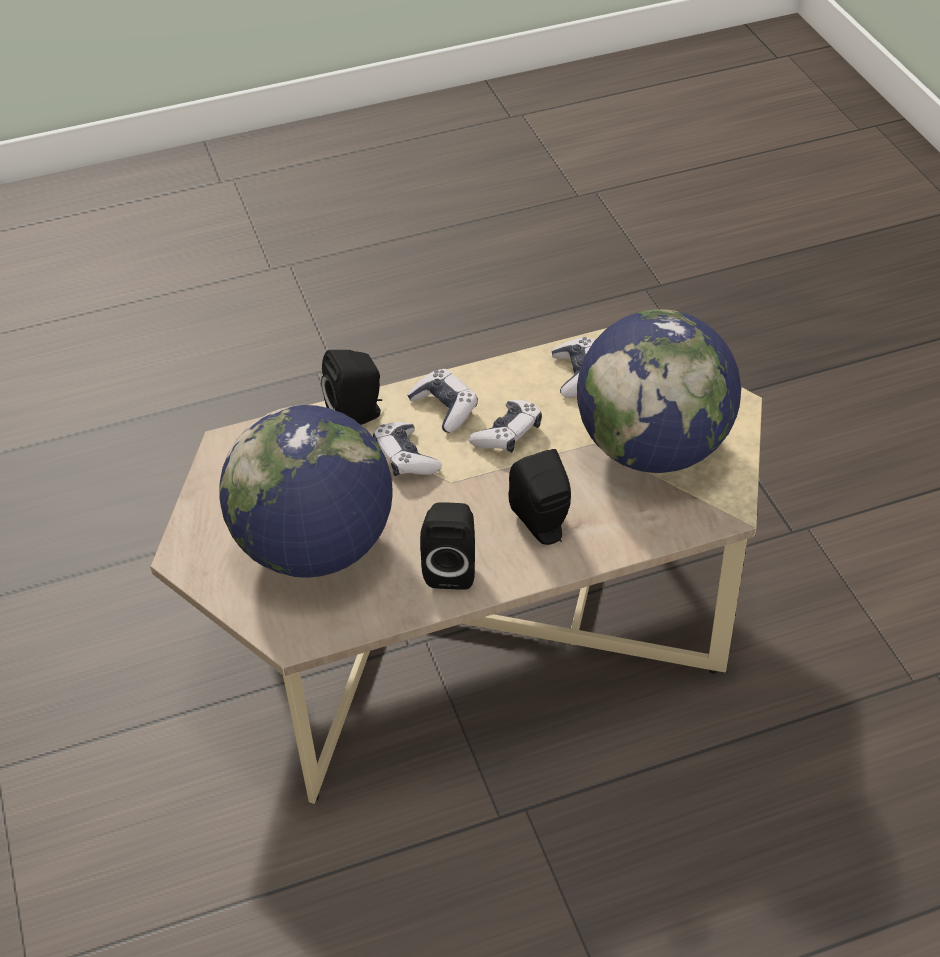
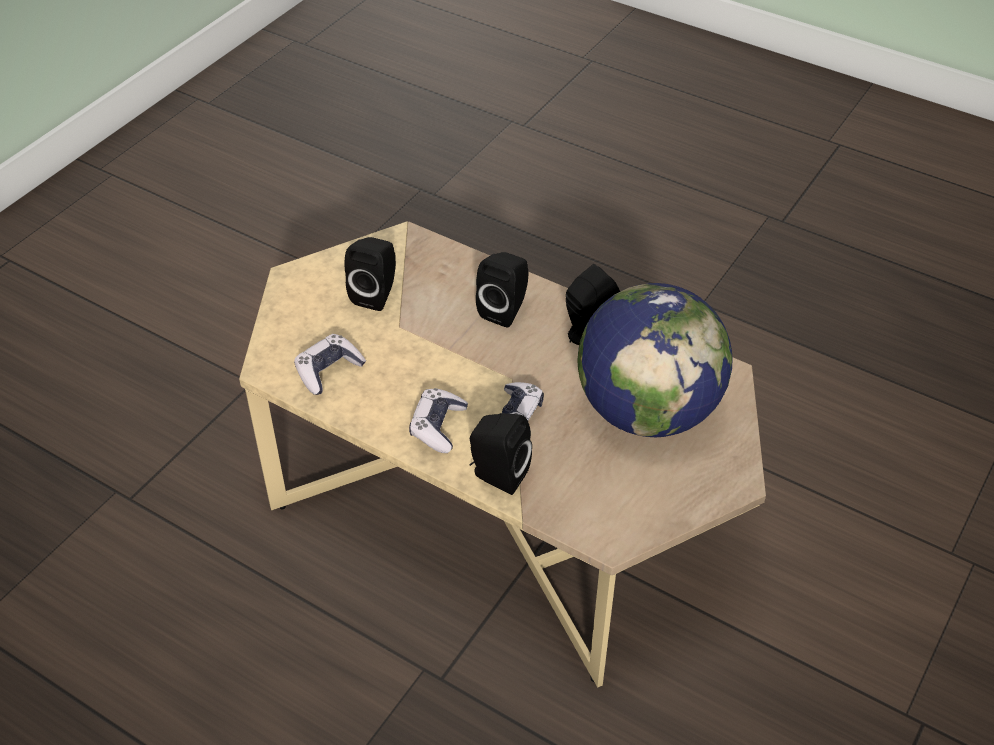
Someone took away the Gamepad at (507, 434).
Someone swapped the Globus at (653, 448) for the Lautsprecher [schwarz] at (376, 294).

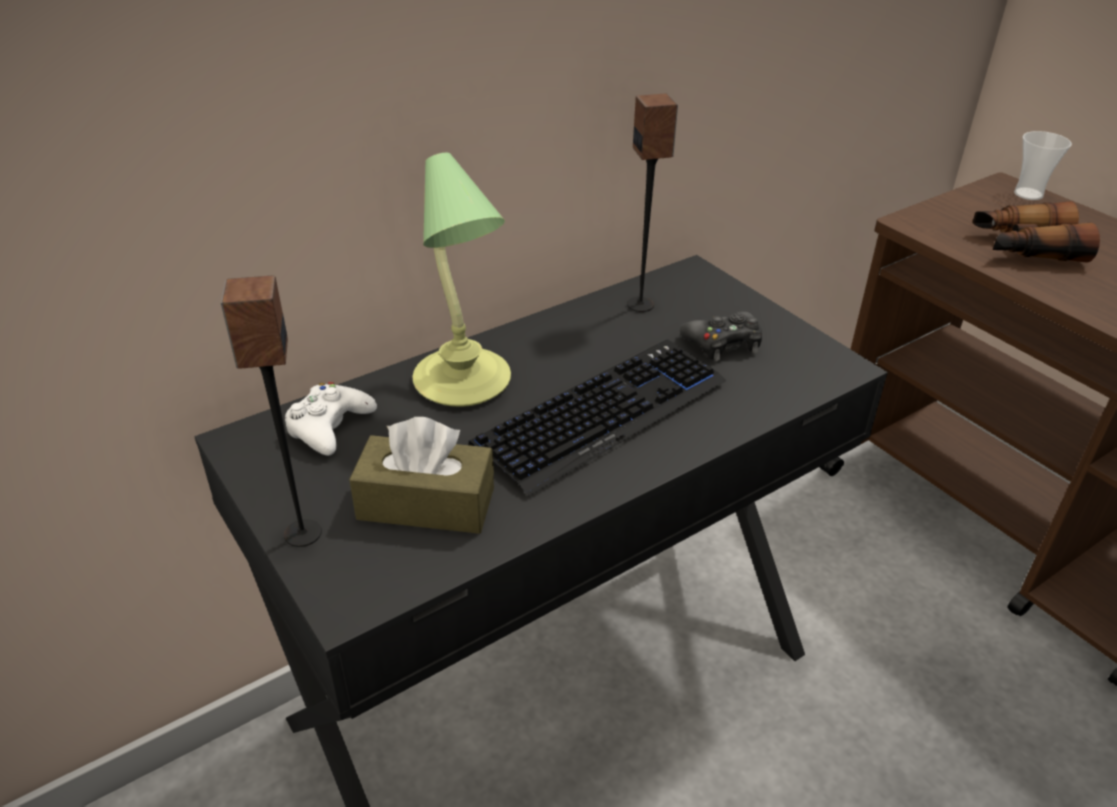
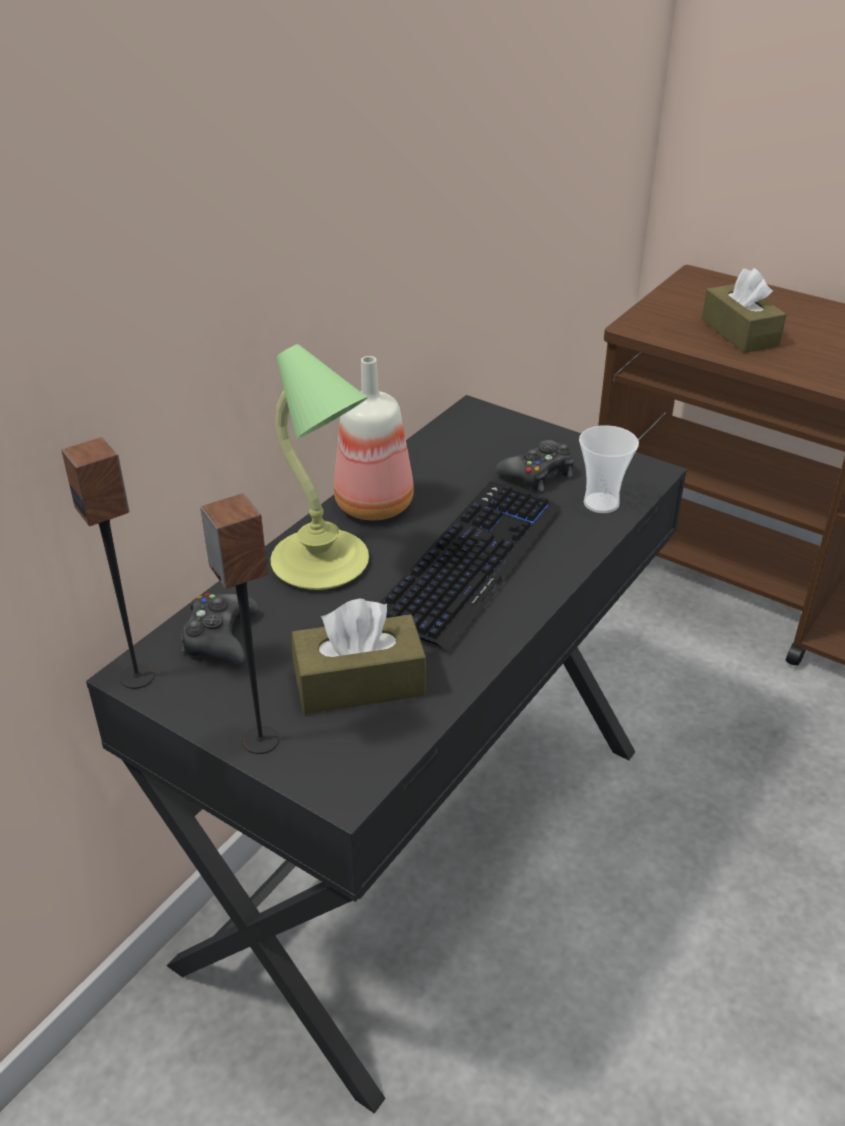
Someone put down the Flasche at (376, 504).
Someone carried the Lautsprecher from (641, 304) to (138, 676).
Someone carried the Tasse from (1028, 194) to (601, 503).
Someone swapped the Fernglas at (1025, 248) for the Taschentuchbox [braun] at (739, 333).
Someone repainted the Gamepad [weiß] at (329, 427), which became the Gamepad [schwarz] at (220, 637).

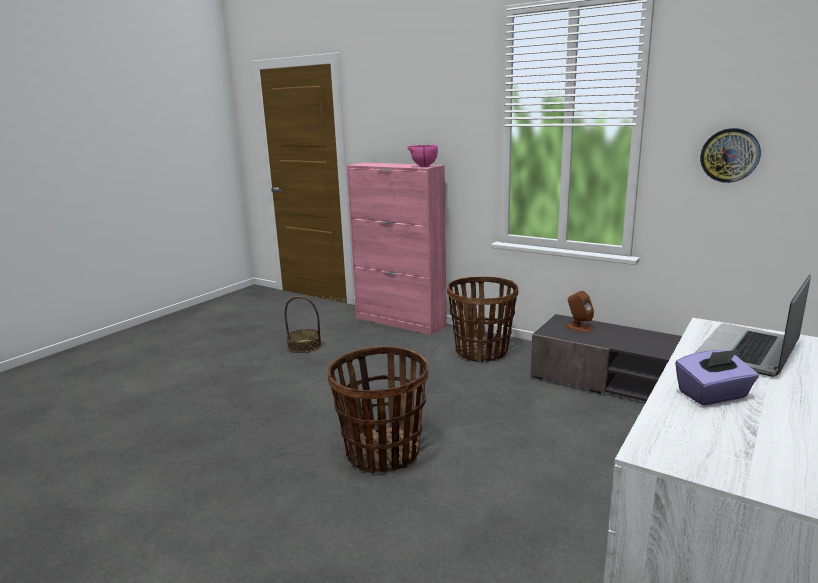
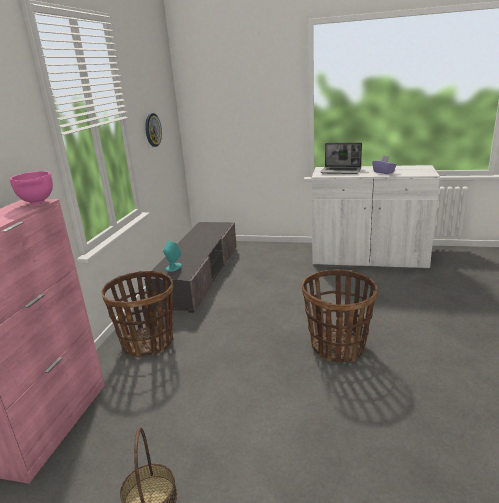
Someone repainted the Lautsprecher [braun] at (578, 327), which became the Lautsprecher [türkis] at (173, 267).

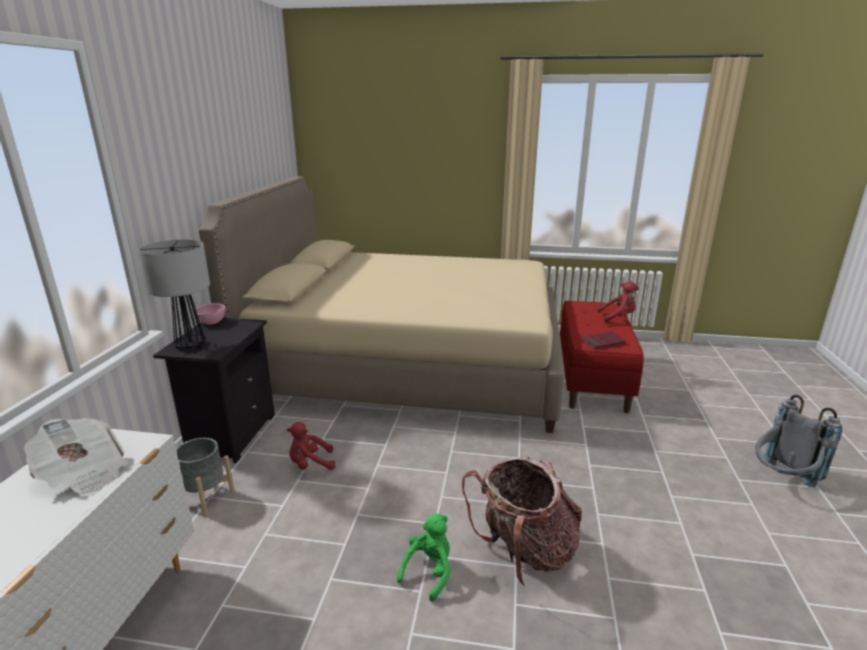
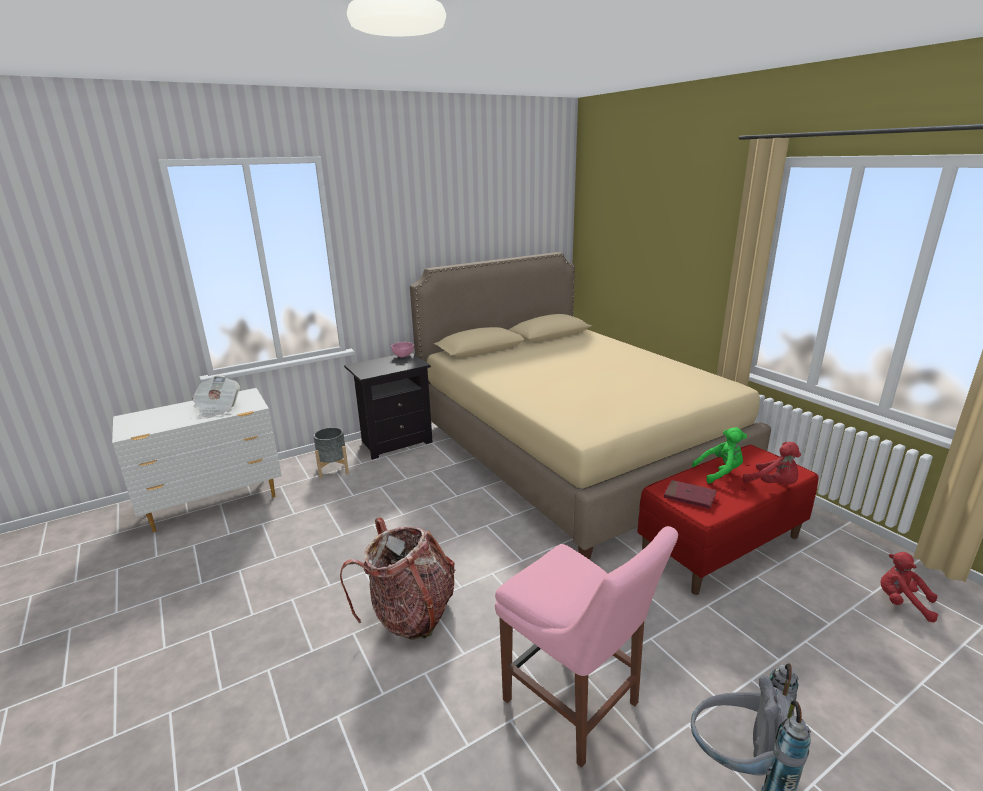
Someone took away the Tischlampe at (190, 345).
Someone put down the Stuhl [rosa] at (575, 706).
Someone carried the Plüschtier [rot] from (310, 464) to (902, 602).
Someone carried the Plüschtier [grün] from (429, 572) to (720, 472).

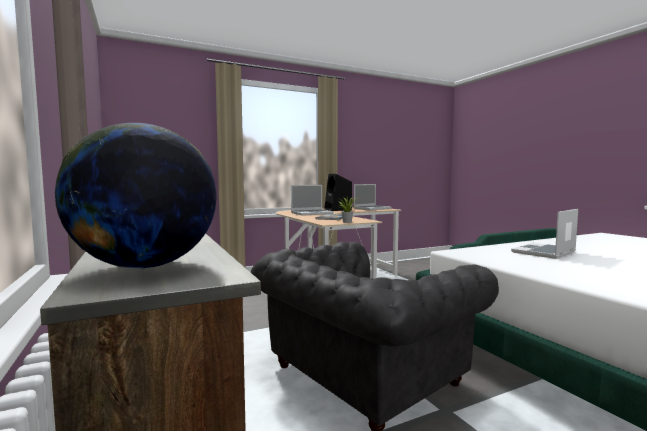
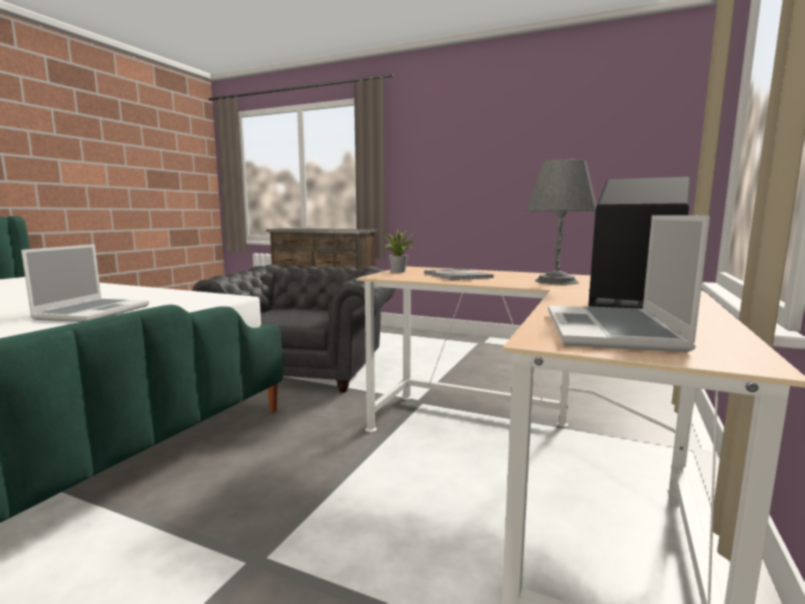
Someone took away the Globus at (145, 267).
Someone swapped the Laptop at (312, 213) for the Tischlampe [grau] at (557, 281).

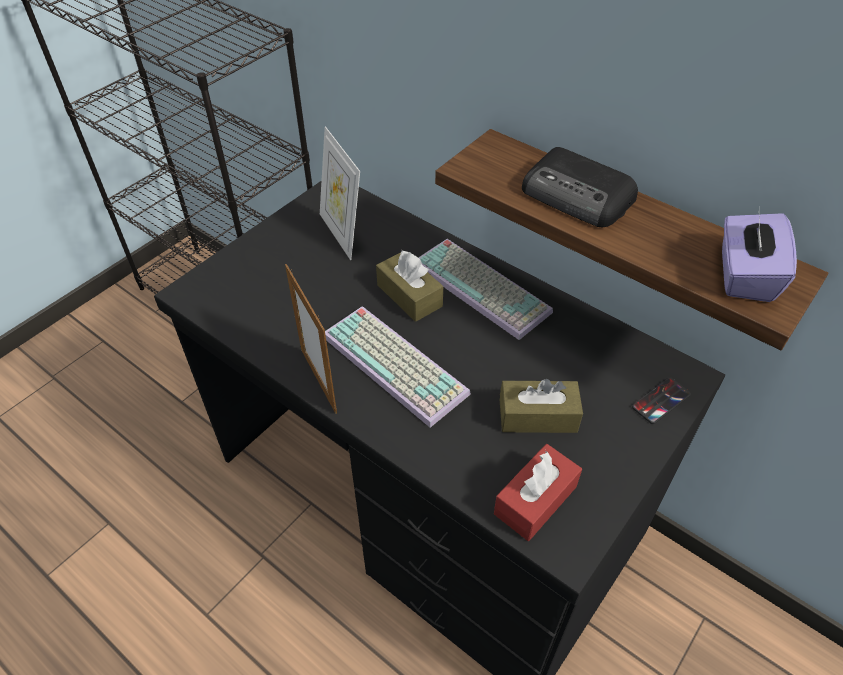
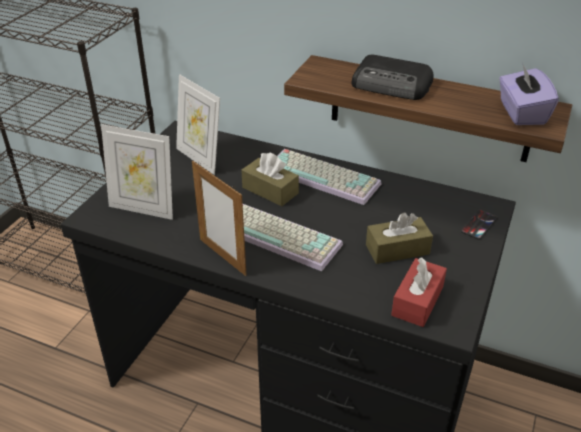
Someone put down the Bilderrahmen at (143, 208).

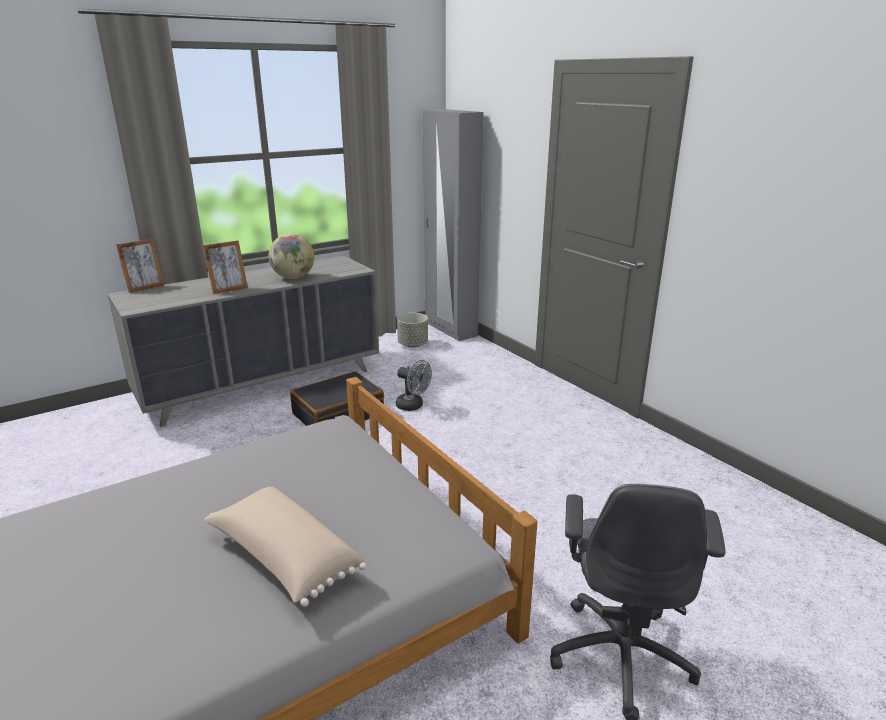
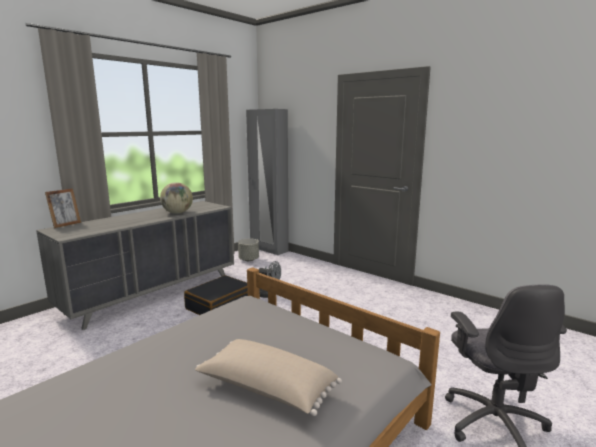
Someone took away the Bilderrahmen at (229, 289).

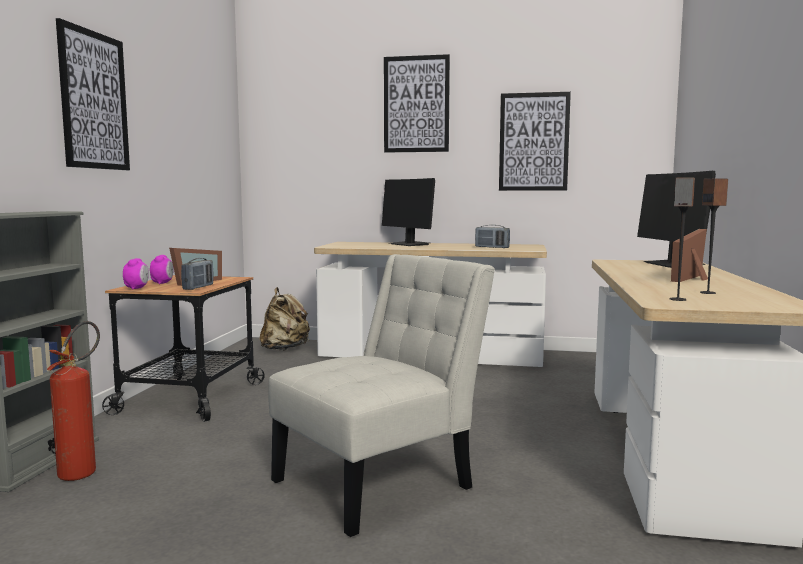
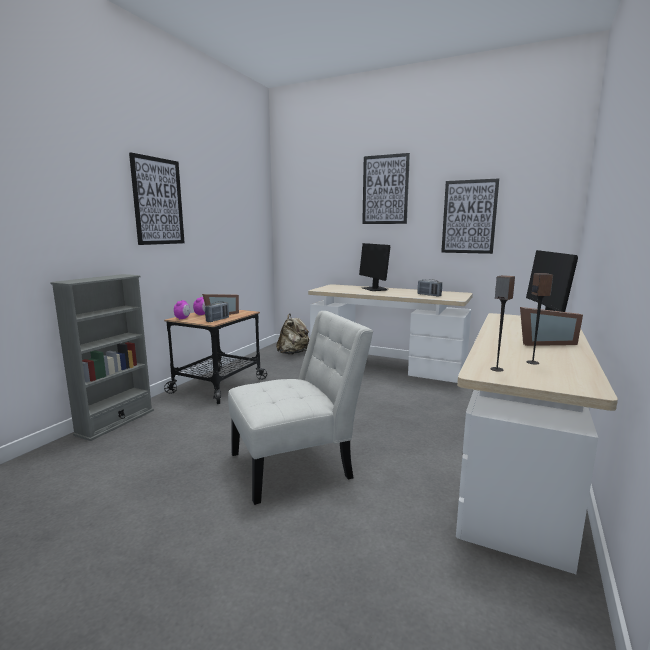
Someone took away the Feuerlöscher at (83, 470).
Someone rotated the Bilderrahmen at (695, 278) by 150 degrees counterclockwise.

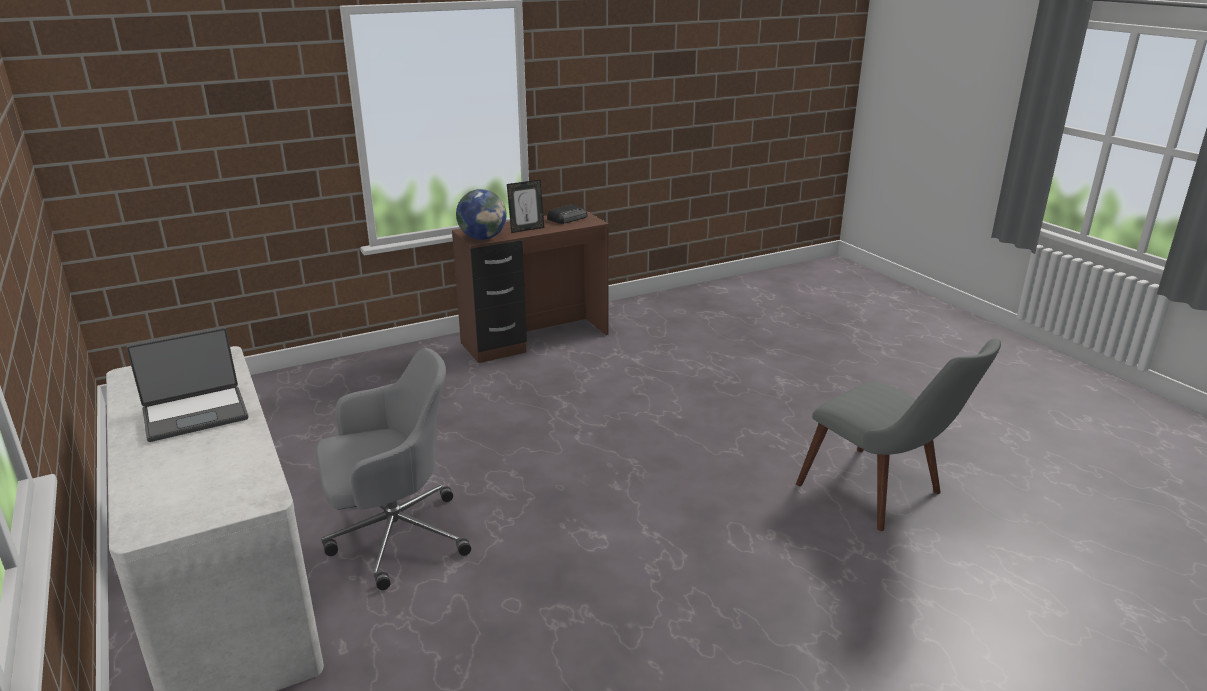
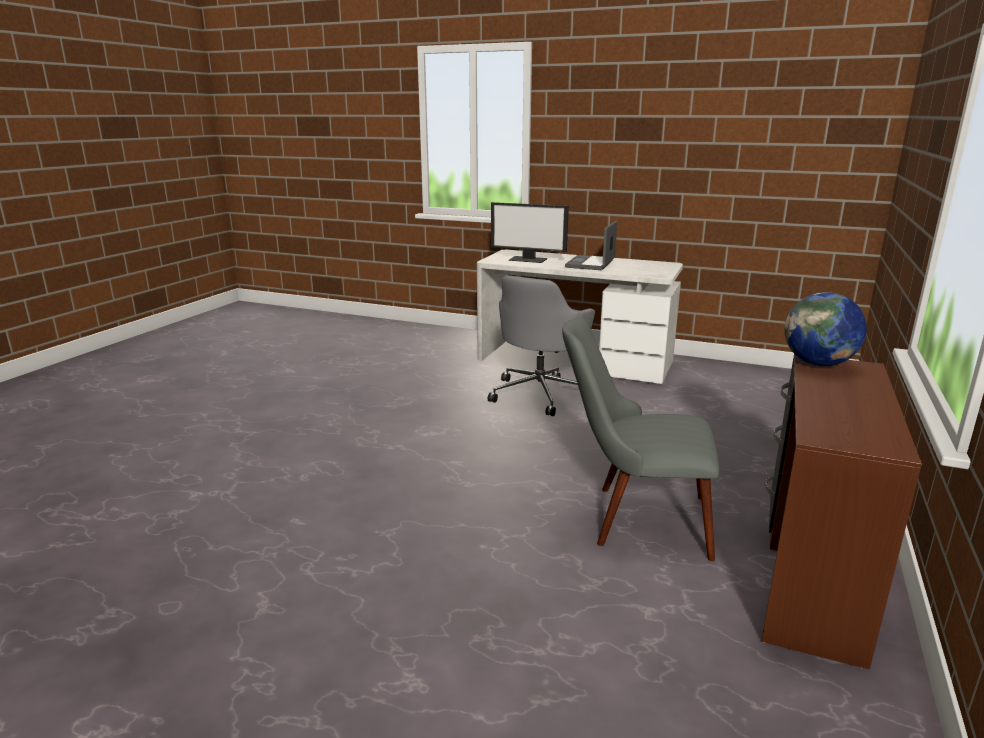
Someone took away the Bilderrahmen at (526, 229).
Someone took away the Radio at (568, 218).
Someone put down the Monitor at (528, 259).
Someone carried the Stuhl [grau] from (884, 495) to (634, 519).

